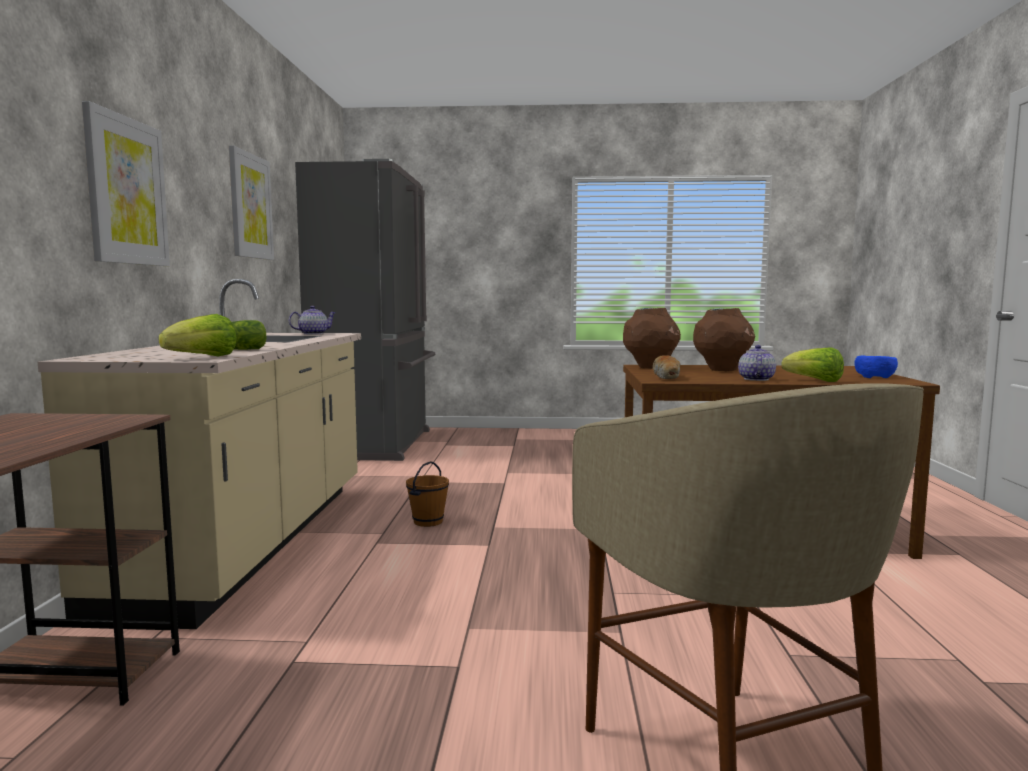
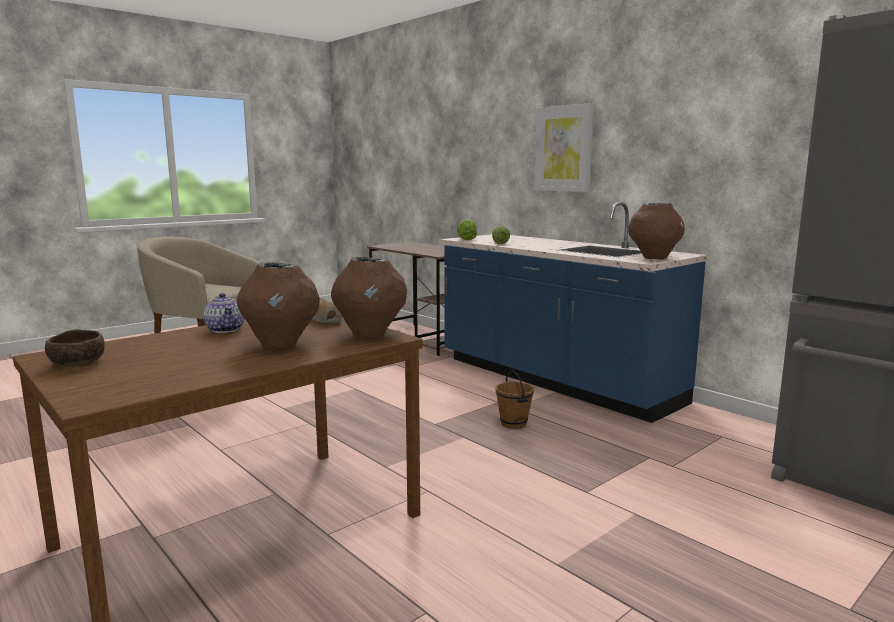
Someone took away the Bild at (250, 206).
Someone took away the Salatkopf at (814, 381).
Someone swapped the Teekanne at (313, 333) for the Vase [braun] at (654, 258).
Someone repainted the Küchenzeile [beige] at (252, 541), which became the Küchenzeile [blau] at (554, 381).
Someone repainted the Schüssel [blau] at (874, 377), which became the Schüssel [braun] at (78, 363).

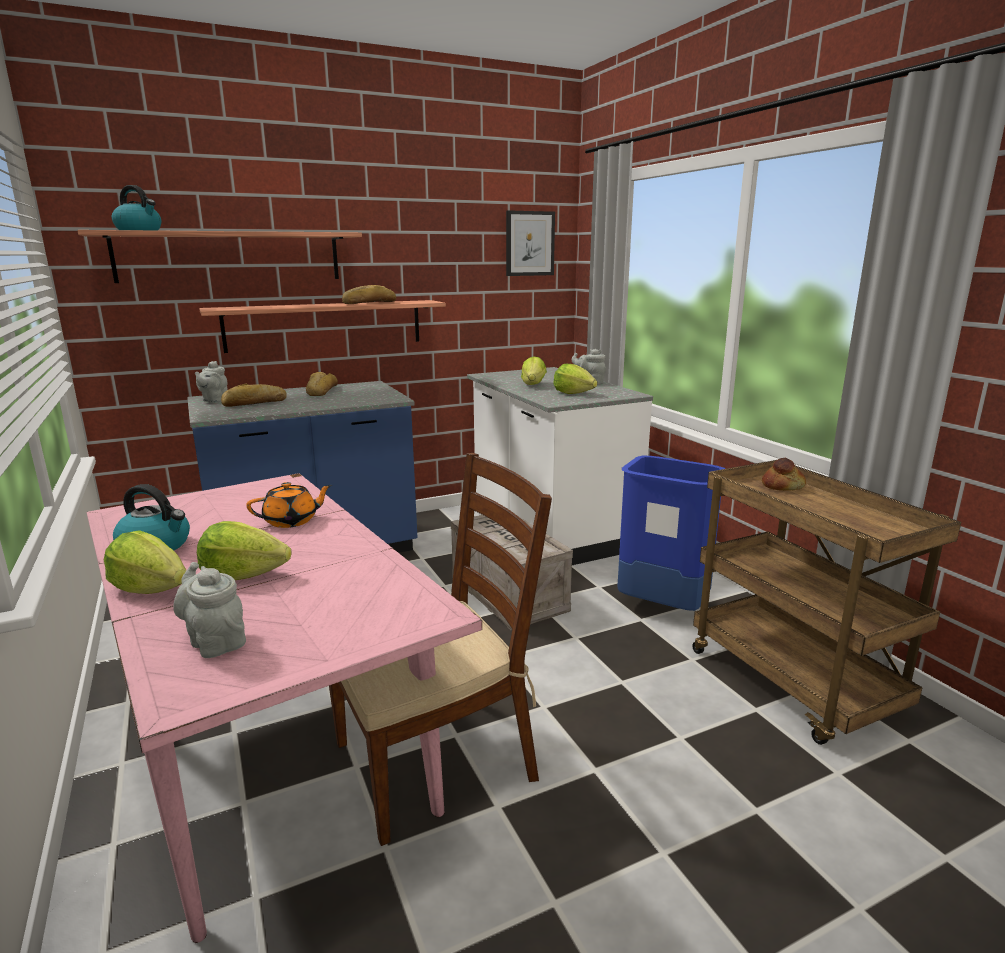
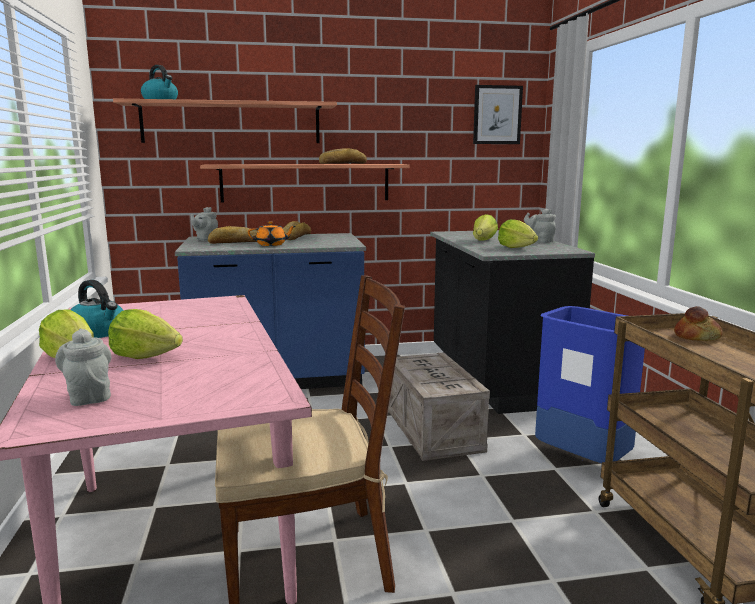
Someone carried the Teekanne [orange] from (292, 521) to (272, 244).
Someone repainted the Küchenzeile [weiß] at (549, 527), which became the Küchenzeile [schwarz] at (496, 379).

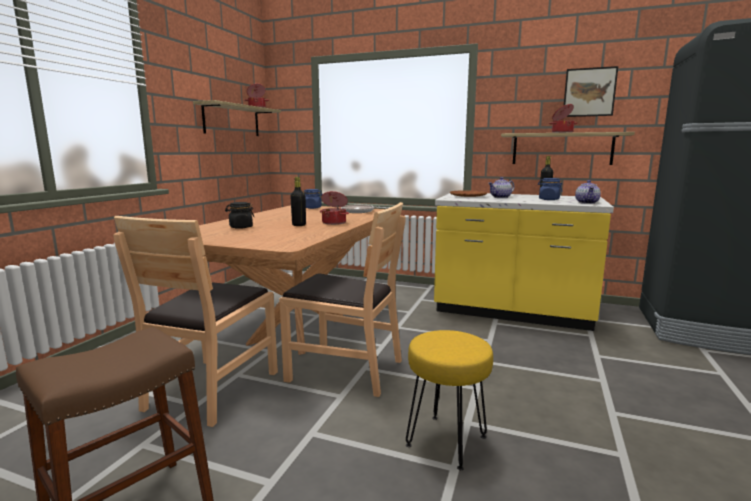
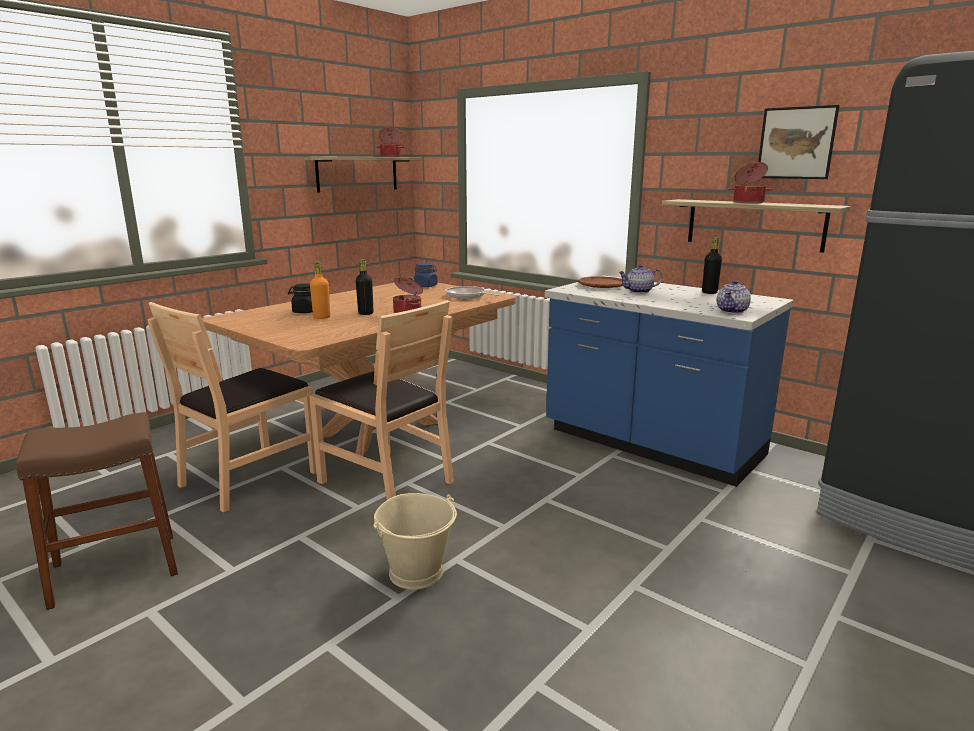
Someone took away the Vorratsglas [blau] at (548, 199).
Someone put down the Flasche [orange] at (322, 317).
Someone swapped the Hocker [gelb] at (447, 441) for the Eimer [beige] at (417, 572).
Someone repainted the Küchenzeile [gelb] at (512, 312), which became the Küchenzeile [blau] at (651, 444).

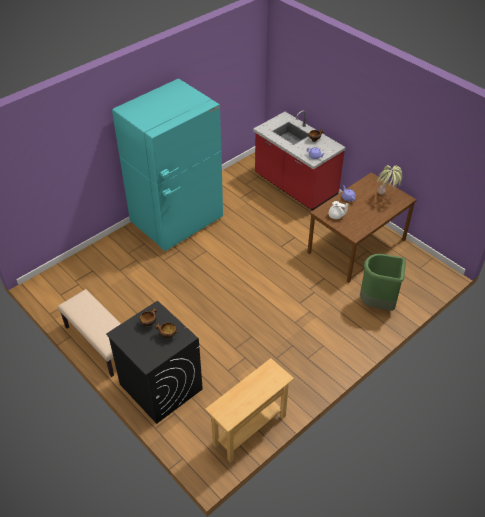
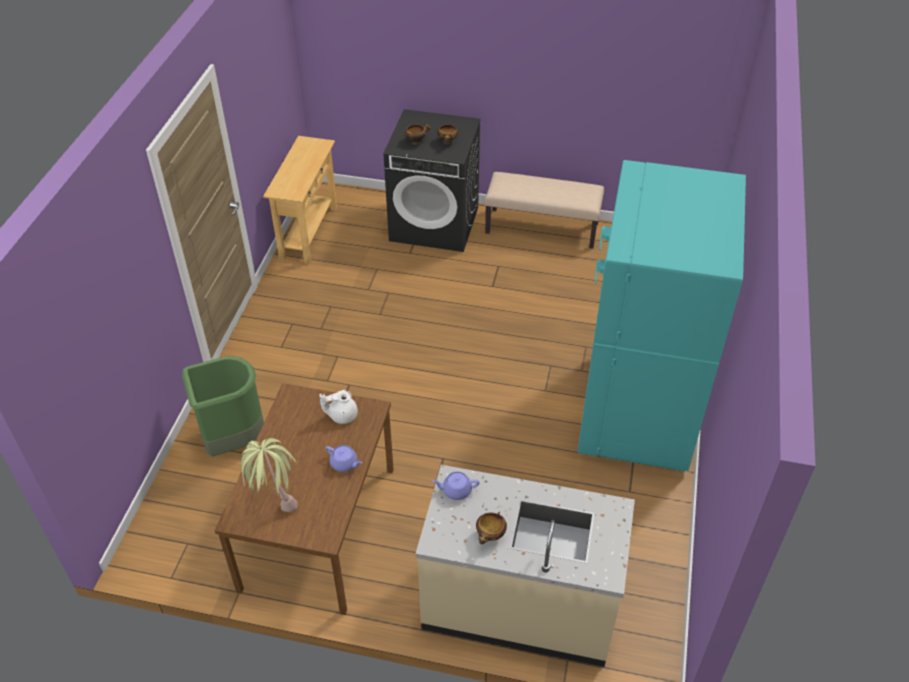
Someone repainted the Küchenzeile [rot] at (295, 187), which became the Küchenzeile [beige] at (520, 604).

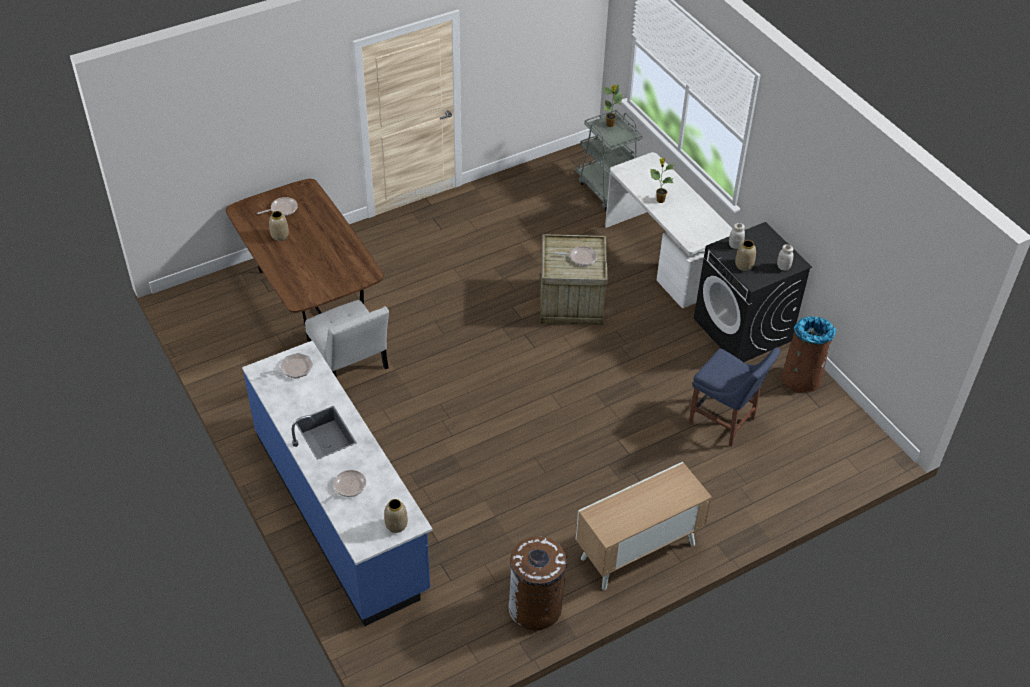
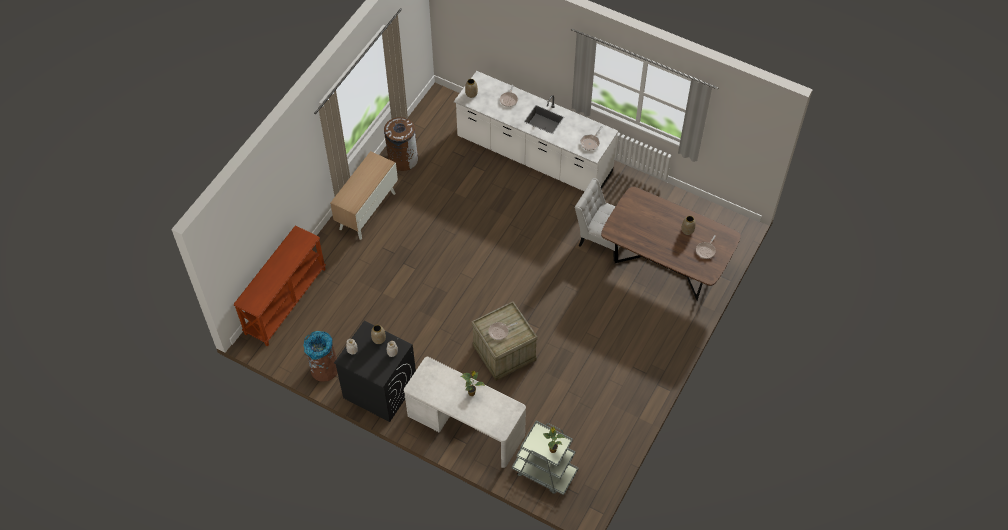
Someone took away the Stuhl [blau] at (724, 423).
Someone put down the Konsolentisch [braun] at (285, 300).
Someone repainted the Küchenzeile [blau] at (341, 511), which became the Küchenzeile [weiß] at (534, 156).

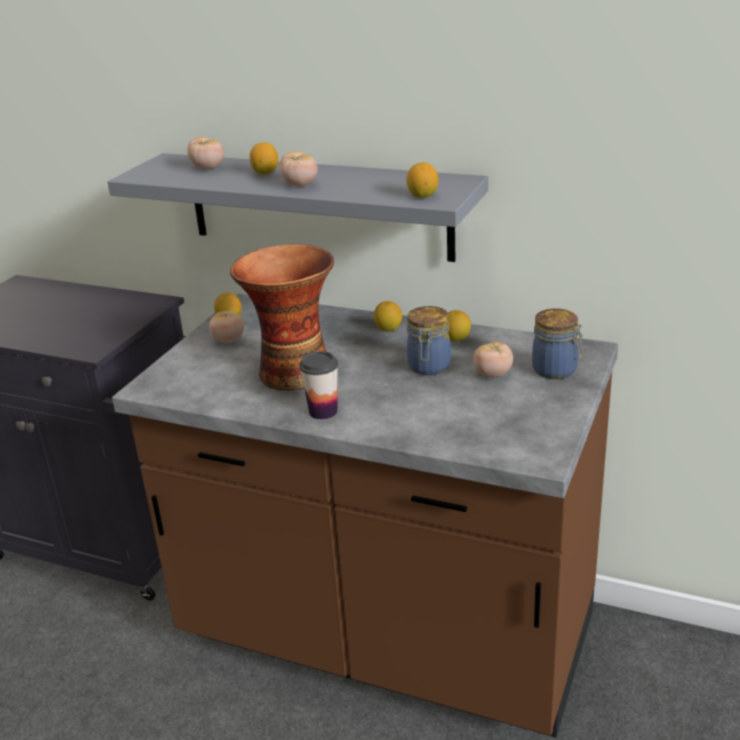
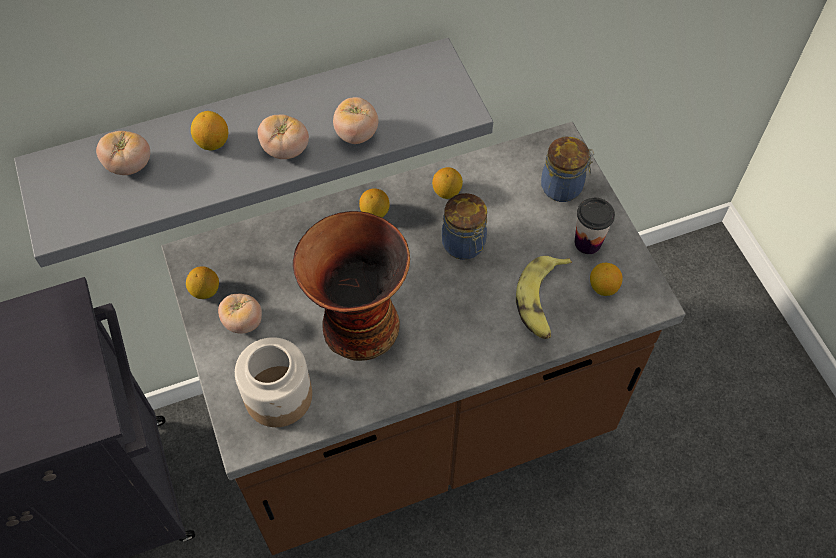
Someone put down the Vorratsglas at (279, 395).
Someone put down the Banane at (542, 301).
Someone carried the Tasse from (323, 411) to (587, 242).
Someone carried the Zitrone from (422, 196) to (603, 287).
Someone carried the Tomate from (493, 374) to (356, 134).

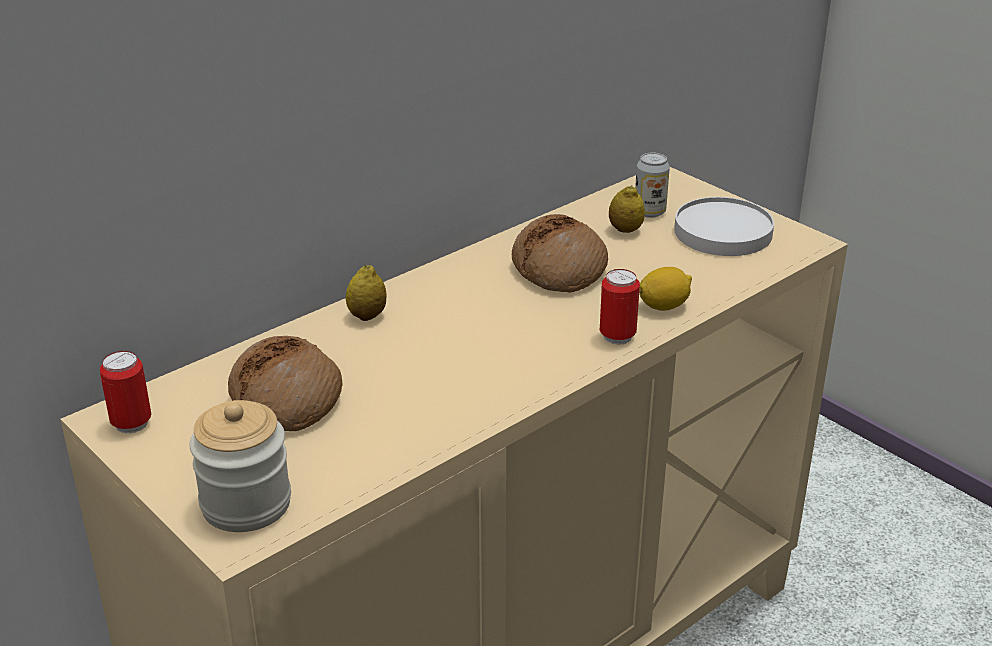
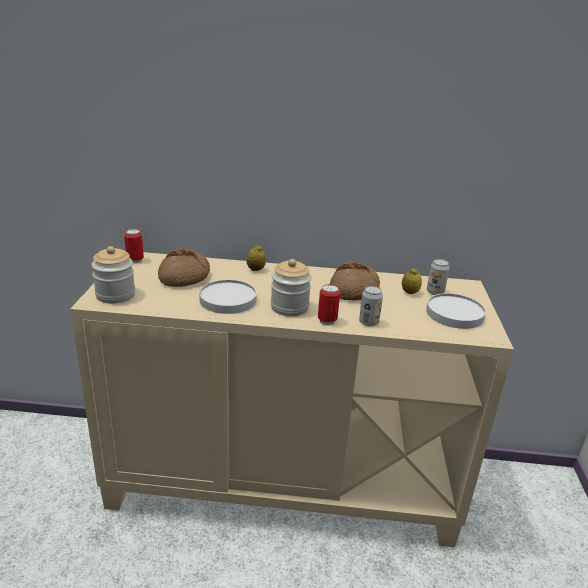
Someone put down the Teller [weiß] at (228, 299).
Someone put down the Vorratsglas at (289, 307).
Someone swapped the Zitrone at (664, 306) for the Dose at (368, 322).

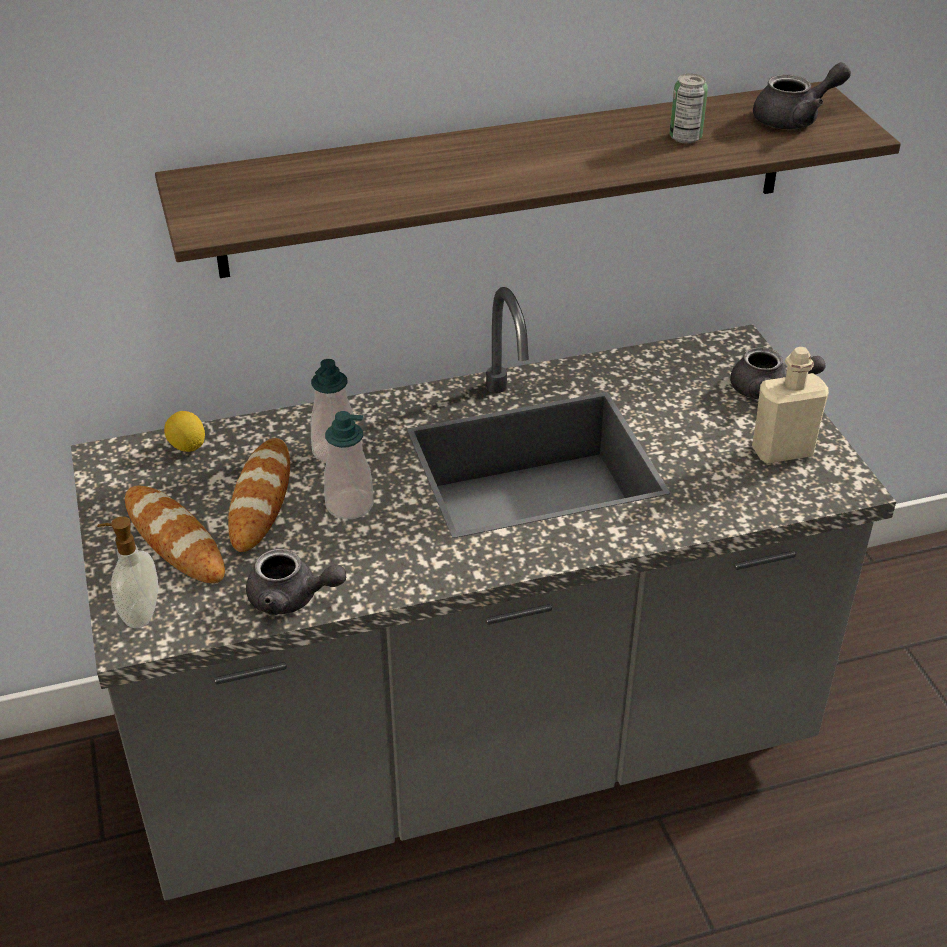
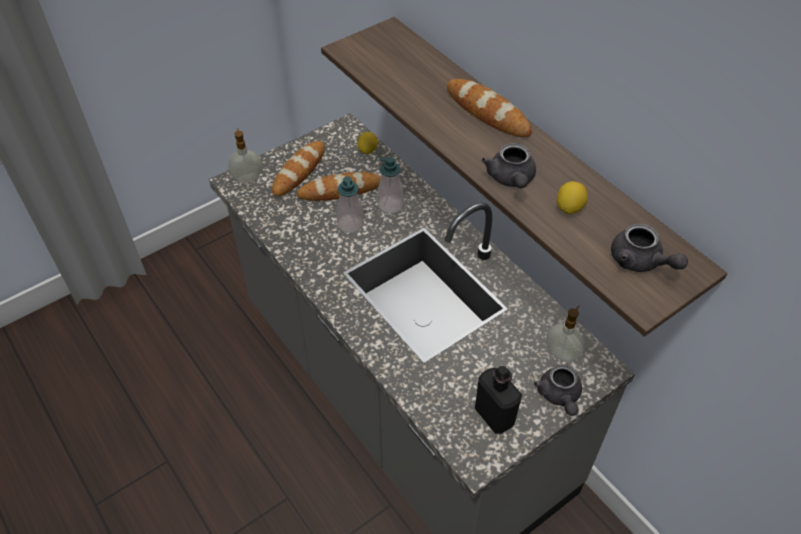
Someone put down the Brot at (487, 112).
Someone put down the Seifenspender at (562, 353).
Someone carried the Teekanne [grau] from (292, 598) to (511, 179).
Someone swapped the Dose at (685, 137) for the Zitrone at (569, 208).
Someone repainted the Flasche [beige] at (782, 451), which became the Flasche [schwarz] at (494, 416).

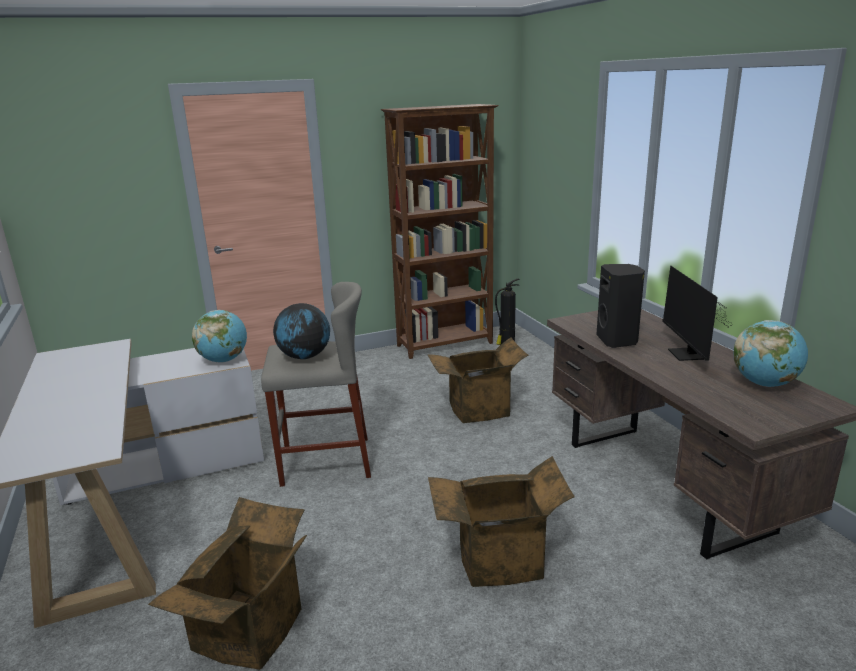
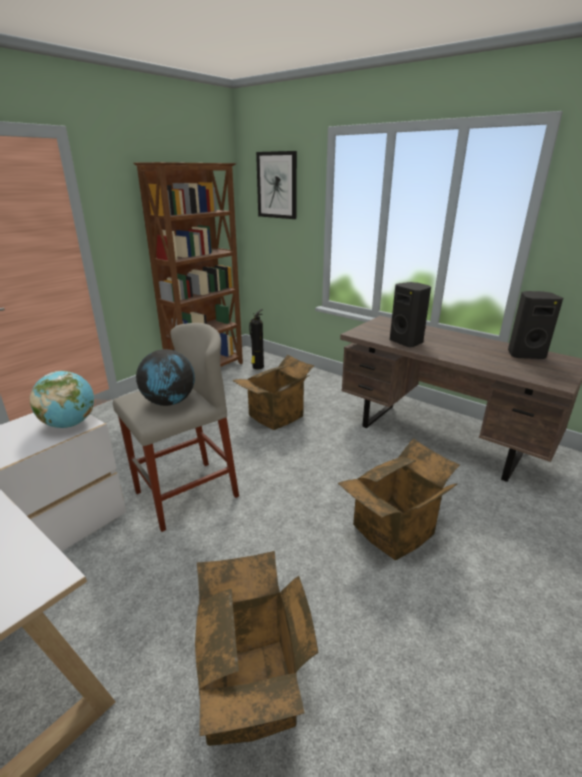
Someone took away the Monitor at (688, 356).
Someone put up the Bild at (277, 185).
Someone swapped the Globus at (764, 383) for the Lautsprecher [schwarz] at (525, 354).

